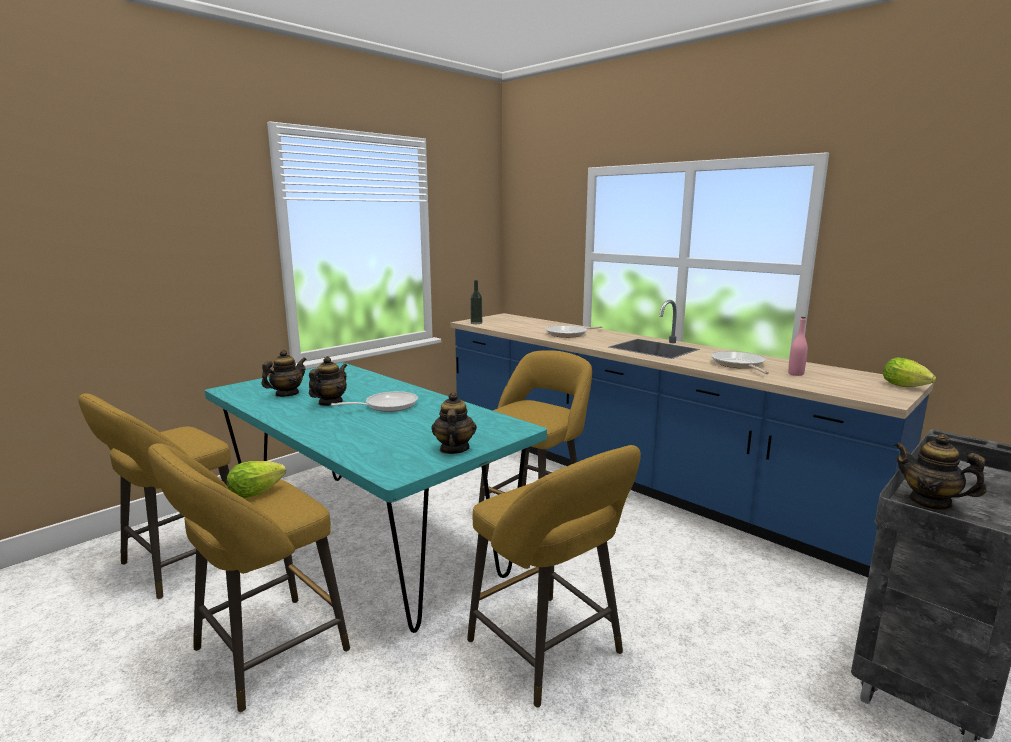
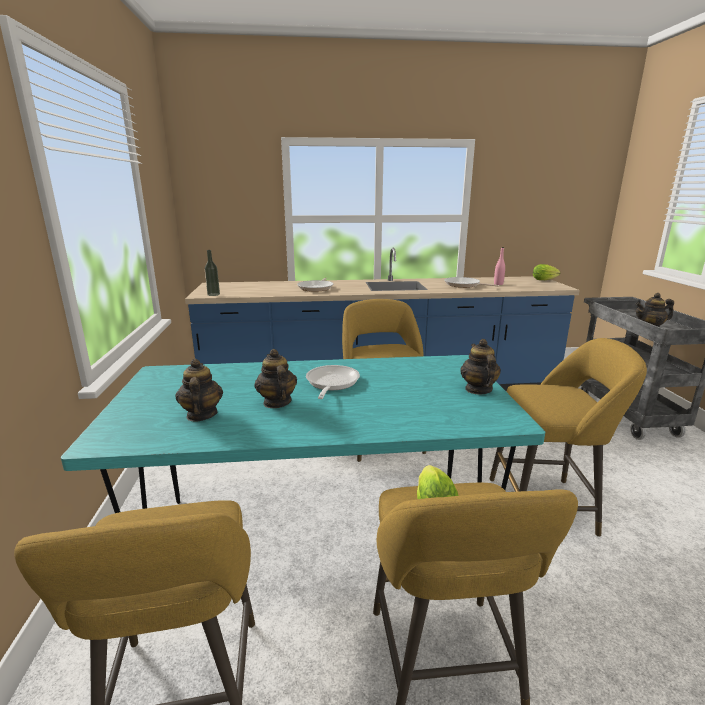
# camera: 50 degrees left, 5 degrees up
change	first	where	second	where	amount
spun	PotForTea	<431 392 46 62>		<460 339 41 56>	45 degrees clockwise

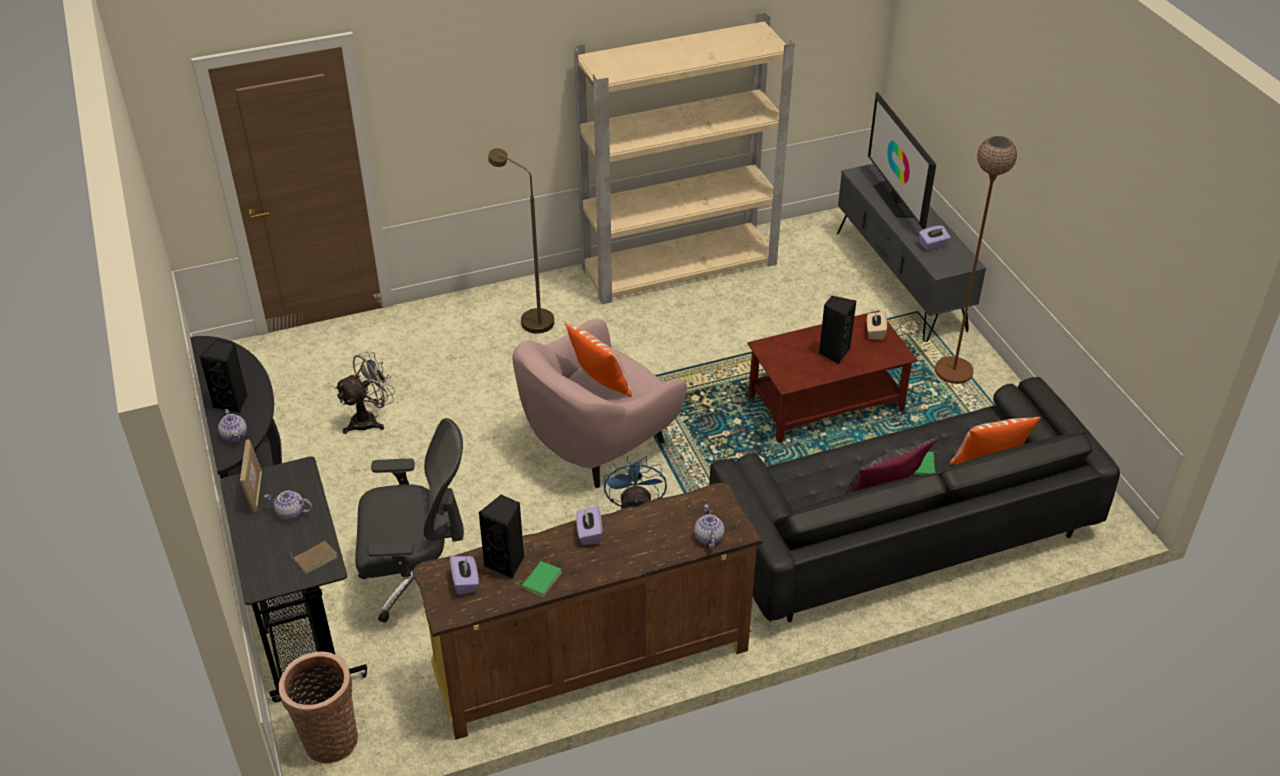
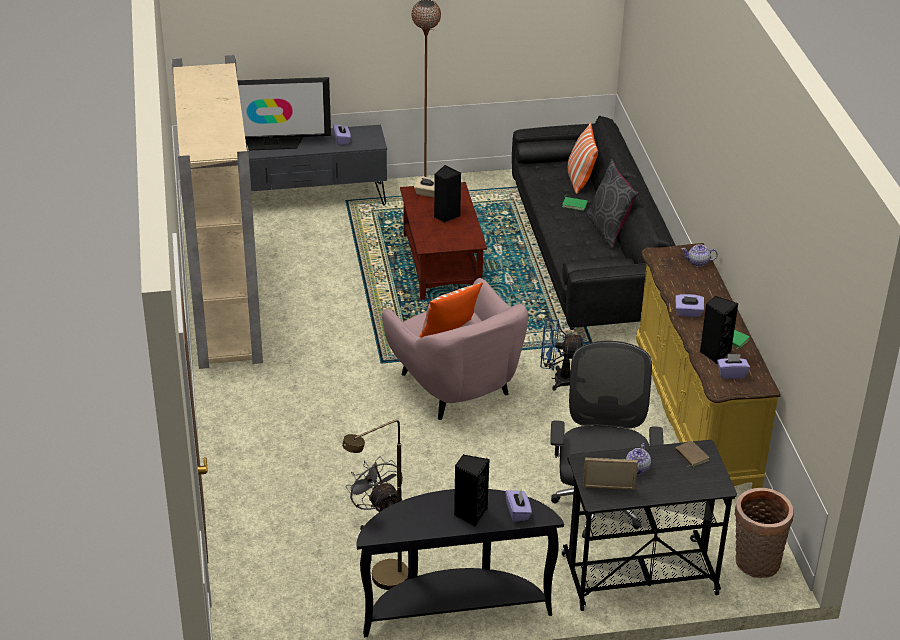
# camera: 80 degrees left, 5 degrees down
change	first	where	second	where	amount
relocated	BrownFloorLamp	<488 148 66 185>		<342 420 66 170>	
exchanged	PotForTea	<218 409 29 34>	PurpleColouredTissueBox	<505 490 27 32>	

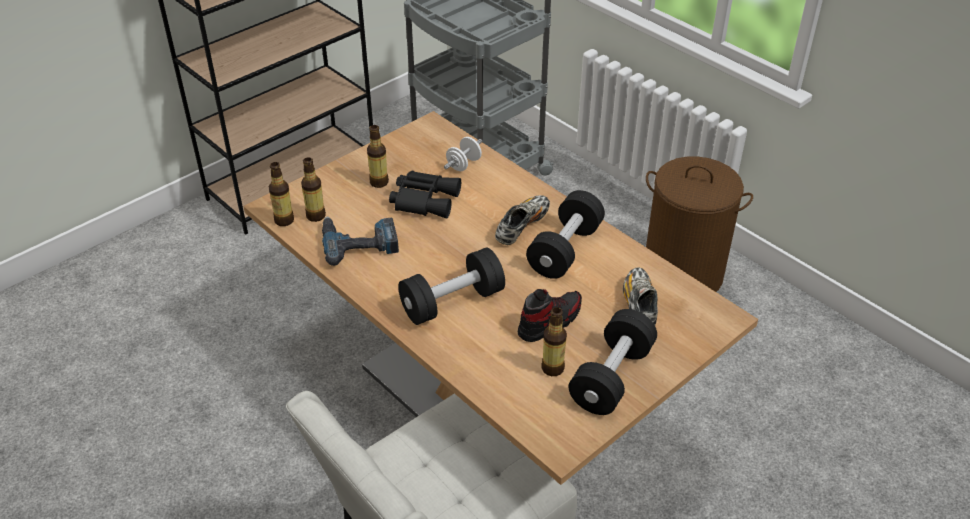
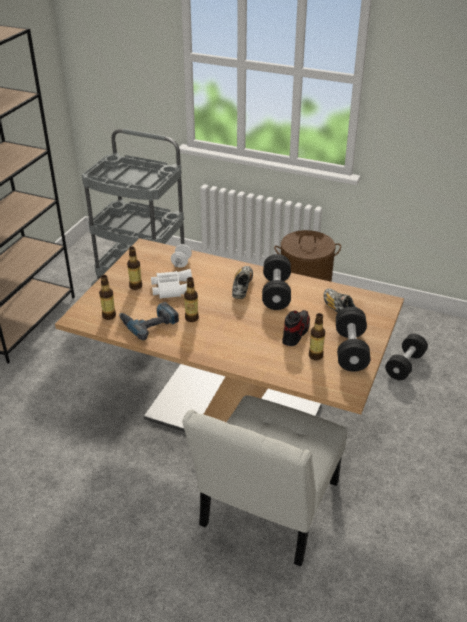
# camera: 25 degrees left, 5 degrees down
change	first	where	second	where	amount
relocated	BeverageBottle	<269 162 25 64>		<184 277 15 45>	
relocated	BlackishFreeWeight	<398 248 107 77>		<385 334 43 46>	
colour	BlackishPairOfBinoculars	<389 171 72 47>	WhitishPairOfBinoculars	<151 269 44 30>	

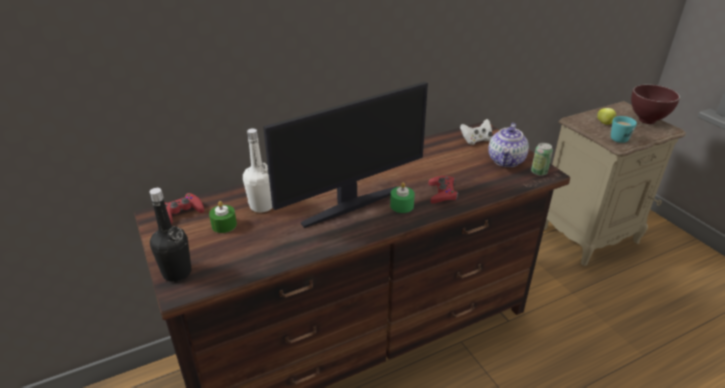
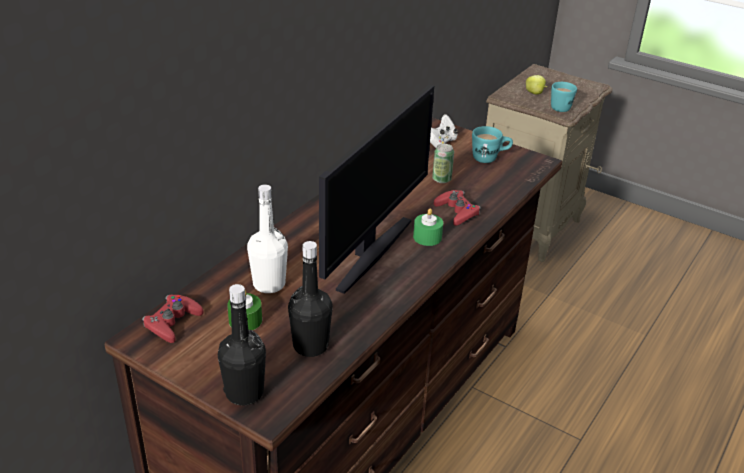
# camera: 30 degrees left, 0 degrees up
change	first	where	second	where	amount
missing	BrownBowl	<631 84 49 40>			
appeared			BlackishBeverageBottle	<288 241 45 116>	
relocated	Can	<531 143 22 33>		<432 144 22 39>	
exchanged	PotForTea	<488 123 41 44>	TurquoiseColouredMug	<472 126 41 37>	

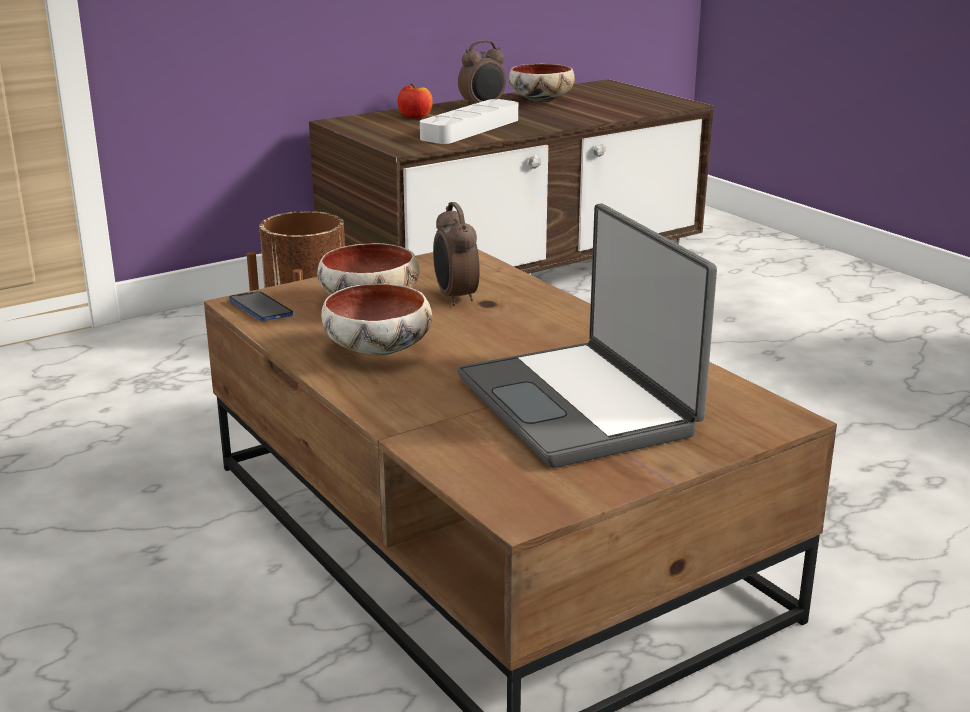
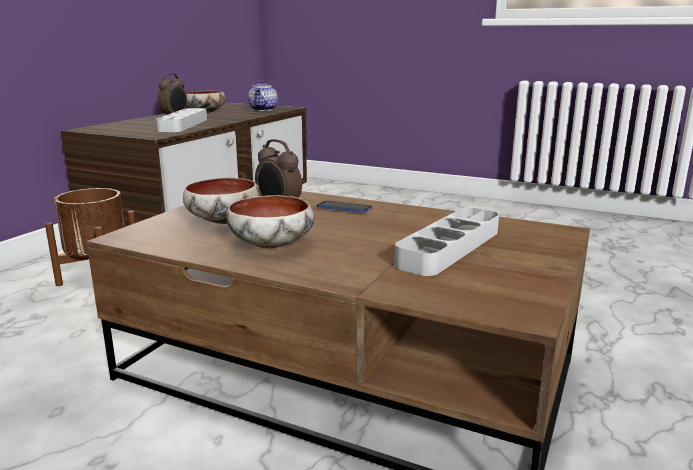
# camera: 30 degrees left, 5 degrees down
change	first	where	second	where	amount
missing	AppleFruit	<398 83 35 35>			
appeared			PotForTea	<248 80 30 31>	
relocated	Phone	<229 291 64 30>		<317 201 55 12>	
exchanged	Laptop	<458 203 259 265>	GreyishServingTray	<395 207 104 69>	

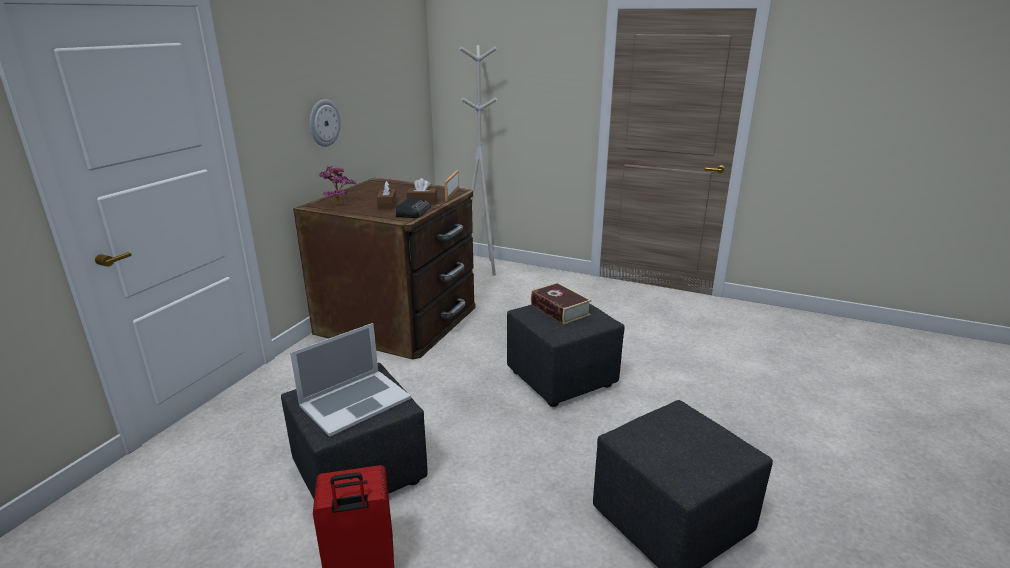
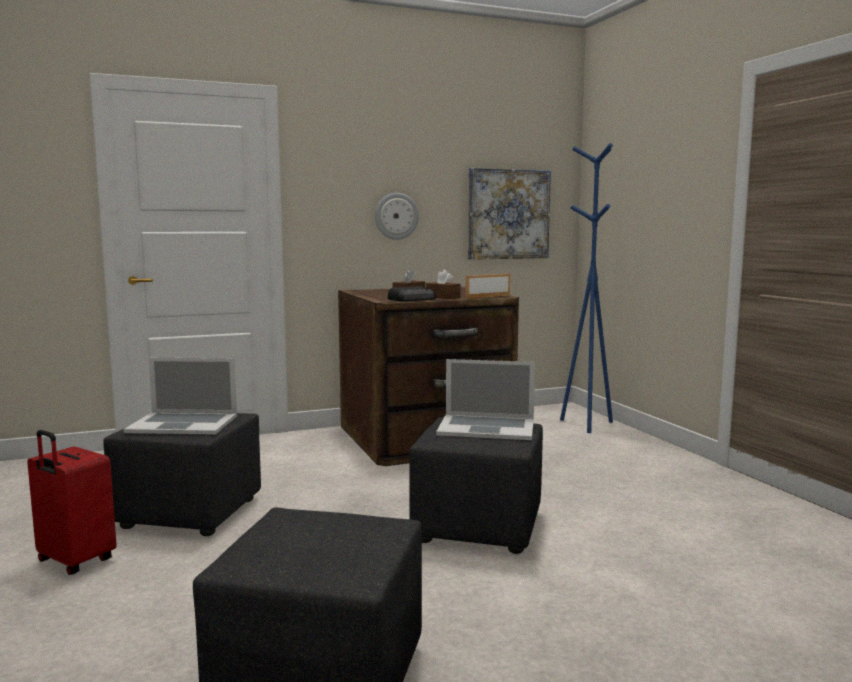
# camera: 45 degrees right, 15 degrees down
change	first	where	second	where	amount
missing	PlantInAPot	<319 166 37 40>			
appeared			WallPicture	<468 168 83 92>	
exchanged	Volume	<531 283 61 41>	Laptop	<436 359 99 81>	
colour	GreyishGarmentStand	<459 45 38 231>	BlueColouredGarmentStand	<560 143 53 290>	

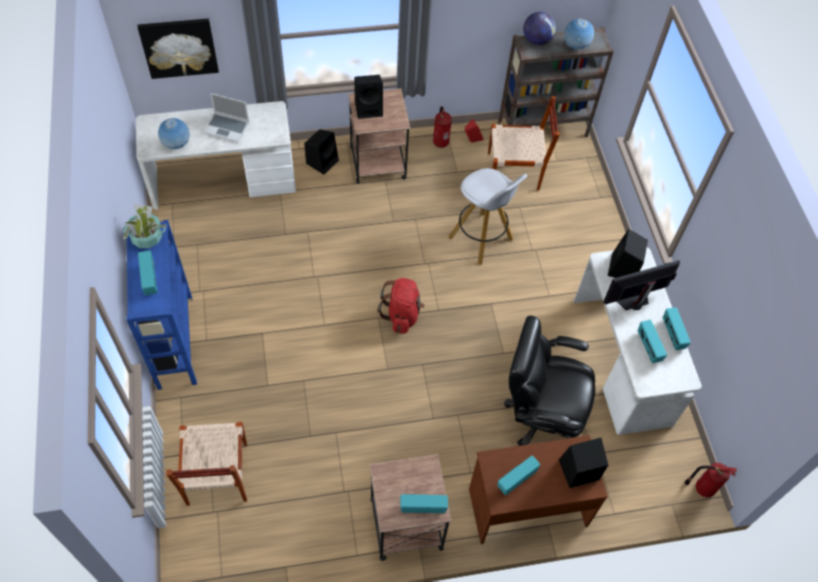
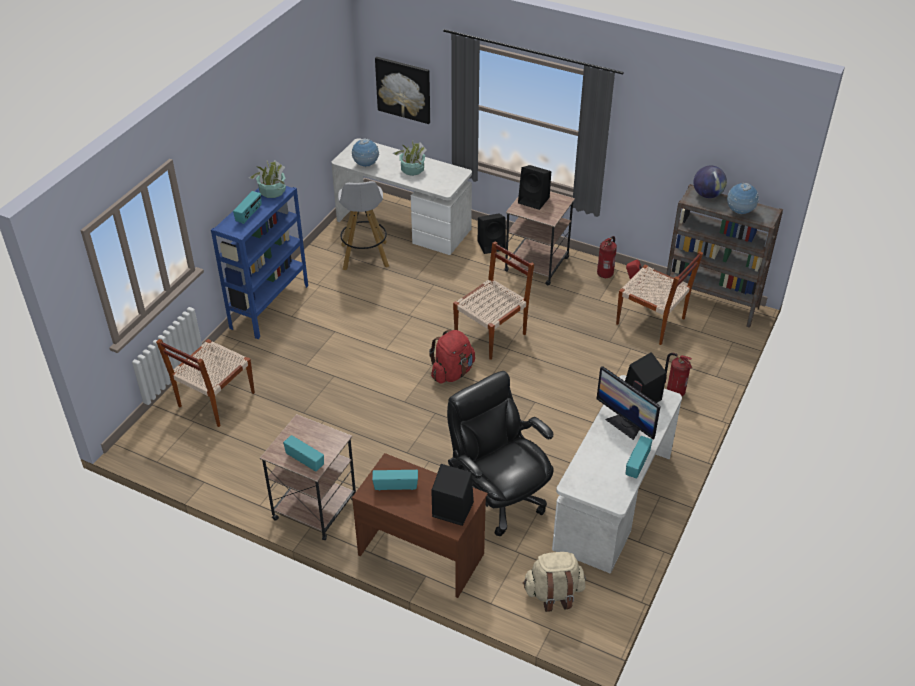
# camera: 40 degrees right, 15 degrees down
change	first	where	second	where	amount
missing	Radio	<638 320 29 43>			
appeared			PlainChair	<453 242 81 118>	
appeared			BeigeKnapsack	<523 552 63 60>	
relocated	WhitishStool	<449 168 78 97>		<338 181 51 89>	
relocated	FireFightingCylinder	<684 463 53 34>		<665 353 27 43>	
exchanged	Laptop	<203 93 46 49>	PlantInAPot	<392 141 35 35>	
spun	ComputerScreen	<603 260 77 50>		<596 367 65 73>	150 degrees counterclockwise

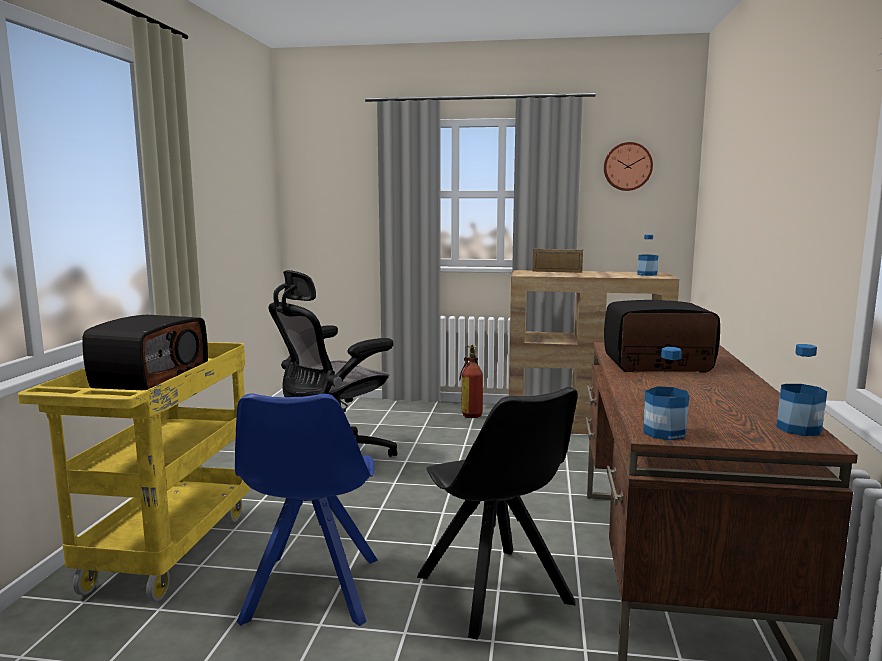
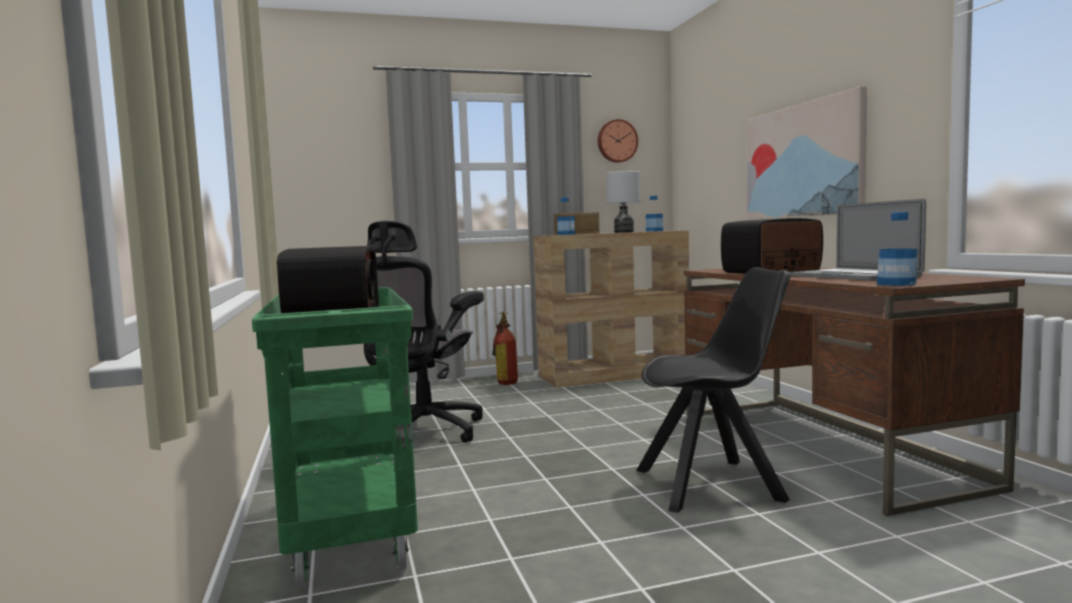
# camera: 25 degrees left, 5 degrees down
change	first	where	second	where	amount
missing	BlueColouredPlainChair	<235 393 143 233>			
appeared			GreyishTableLamp	<606 171 35 62>	
appeared			WallPicture	<747 86 120 133>	
appeared			Laptop	<790 199 136 82>	
relocated	BeverageBottle	<776 344 51 92>		<557 197 18 38>	
colour	YellowWheeledCart	<18 342 232 260>	GreenishWheeledCart	<252 287 166 302>	
spun	BlackishPlainChair	<417 387 161 253>		<636 267 155 246>	45 degrees counterclockwise

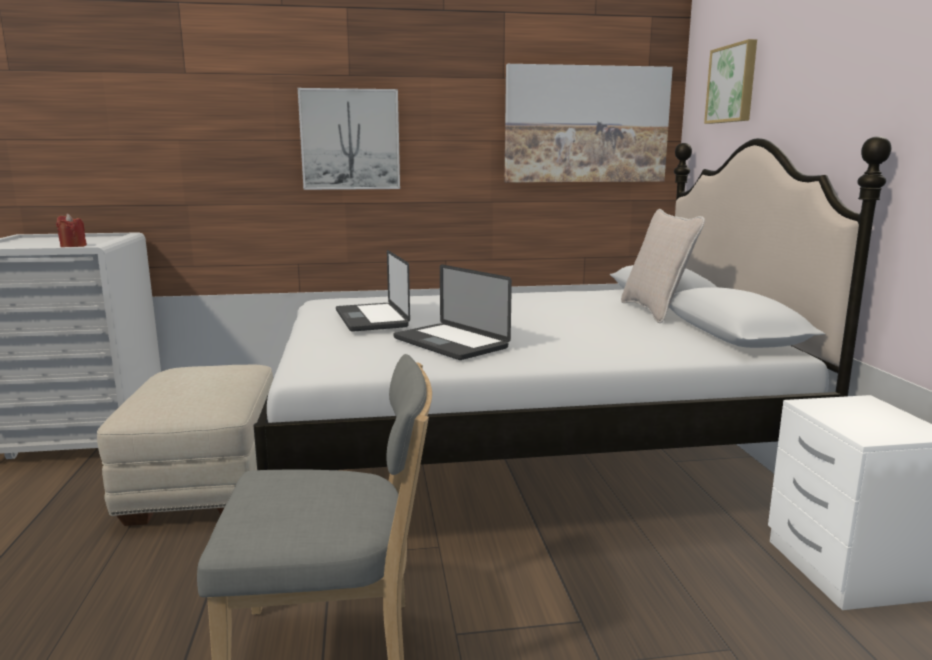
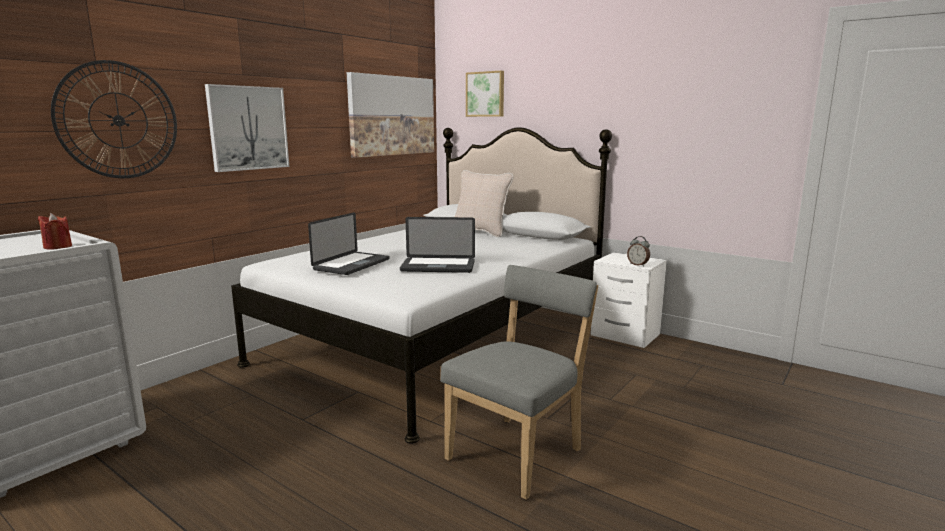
# camera: 45 degrees left, 0 degrees up
change	first	where	second	where	amount
missing	BeigeOttoman	<97 365 176 161>			
appeared			HangingClock	<51 60 126 118>	
appeared			AlarmClock	<627 236 23 31>	
spun	Laptop	<336 250 74 82>		<308 212 81 63>	90 degrees counterclockwise

